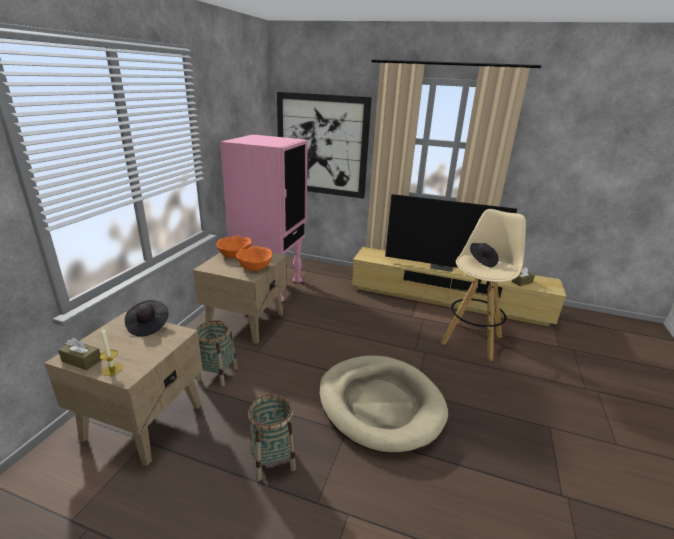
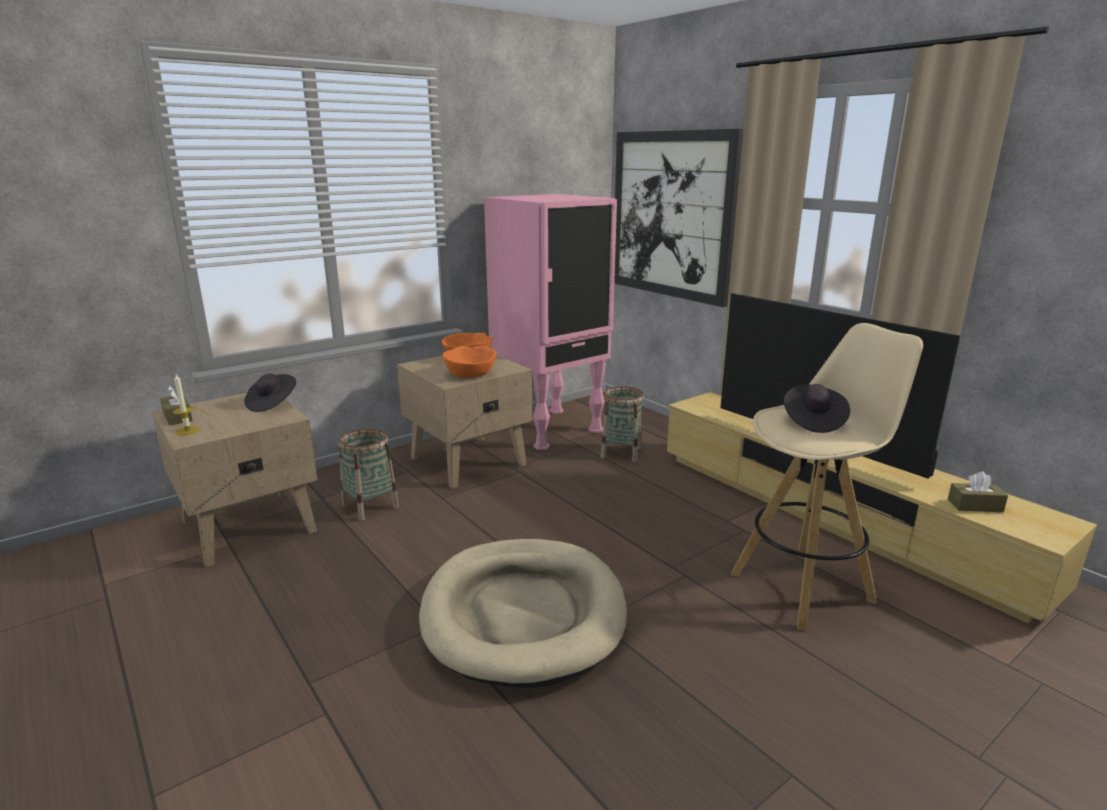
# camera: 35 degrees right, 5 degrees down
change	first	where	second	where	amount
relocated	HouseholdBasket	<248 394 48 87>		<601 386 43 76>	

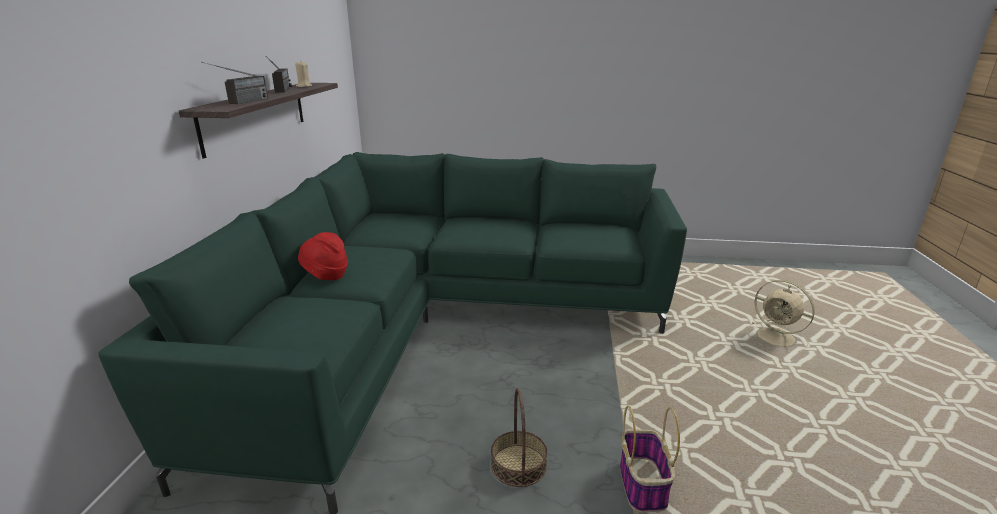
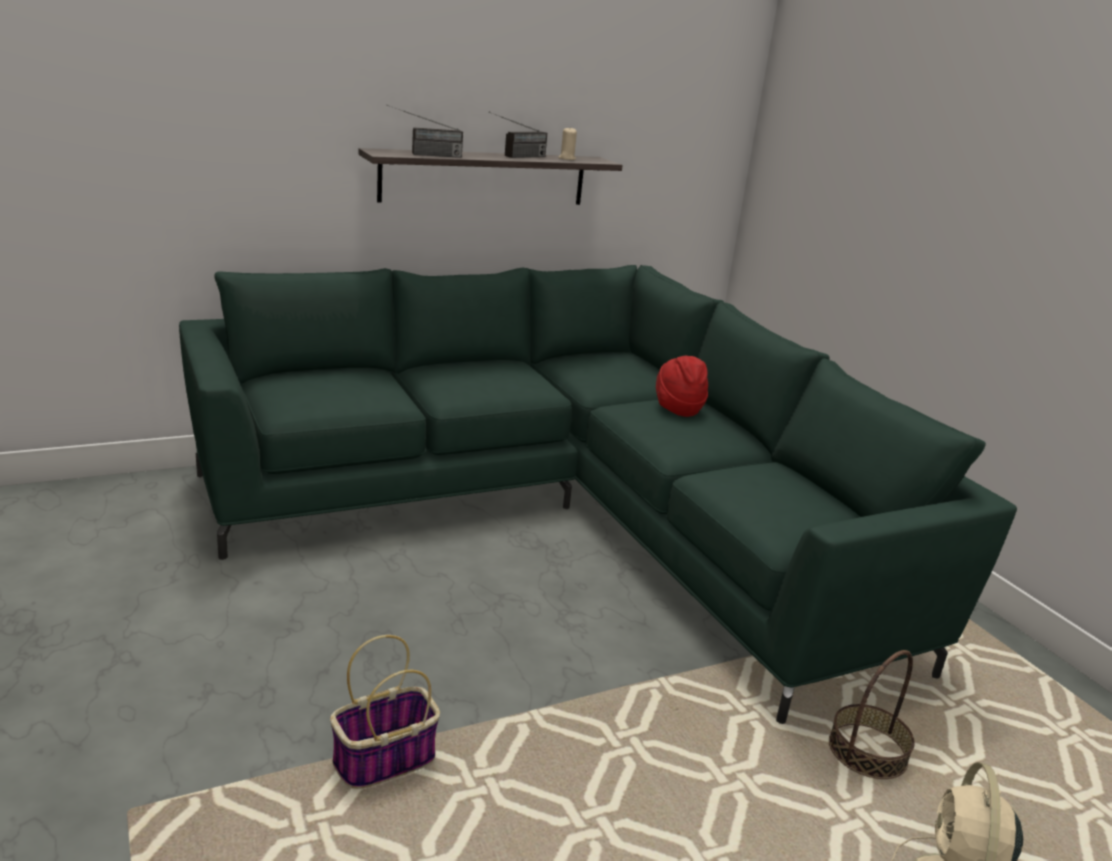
# camera: 55 degrees right, 0 degrees up
change	first	where	second	where	amount
relocated	ReddishWearableHat	<298 232 50 48>		<656 356 52 61>	
relocated	HouseholdBasket	<491 388 56 99>		<829 650 86 129>	

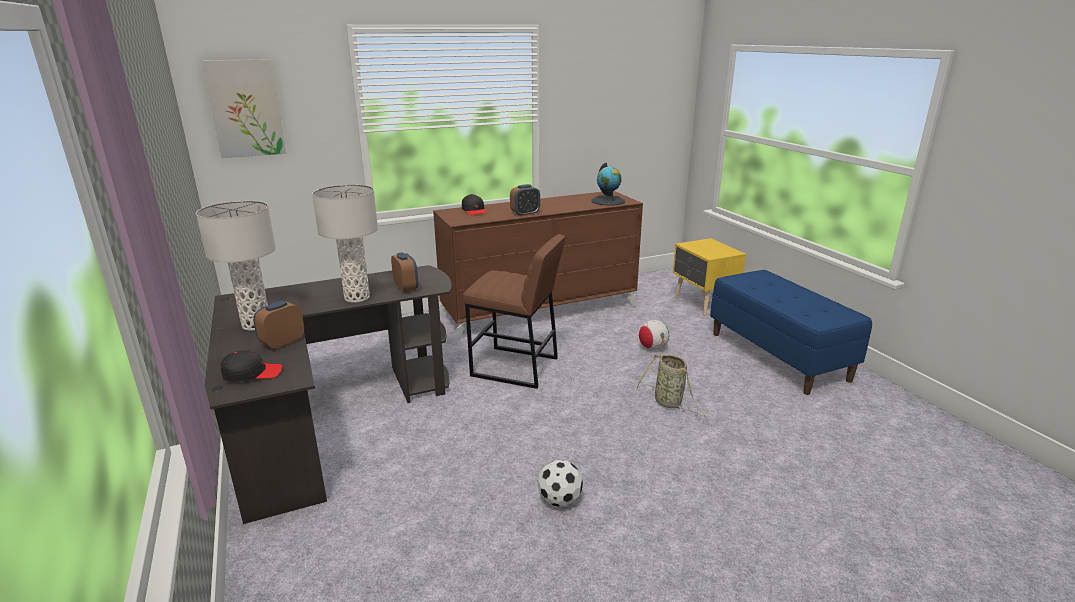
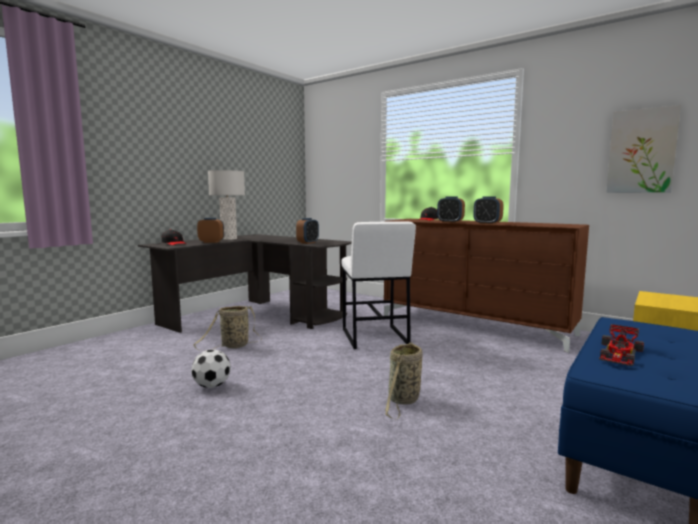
# camera: 60 degrees right, 15 degrees down
change	first	where	second	where	amount
missing	WhitishTableLamp	<312 184 66 119>			
missing	DeskGlobe	<591 163 34 43>			
missing	FootballBall	<639 320 30 30>			
appeared			HouseholdBasket	<194 306 68 45>	
appeared			AlarmClock	<473 196 31 28>	
appeared			ToyCar	<599 324 45 42>	
relocated	WallPicture	<201 59 85 99>		<606 105 75 88>	
colour	BrownStool	<463 234 103 155>	WhitishStool	<341 222 75 127>	

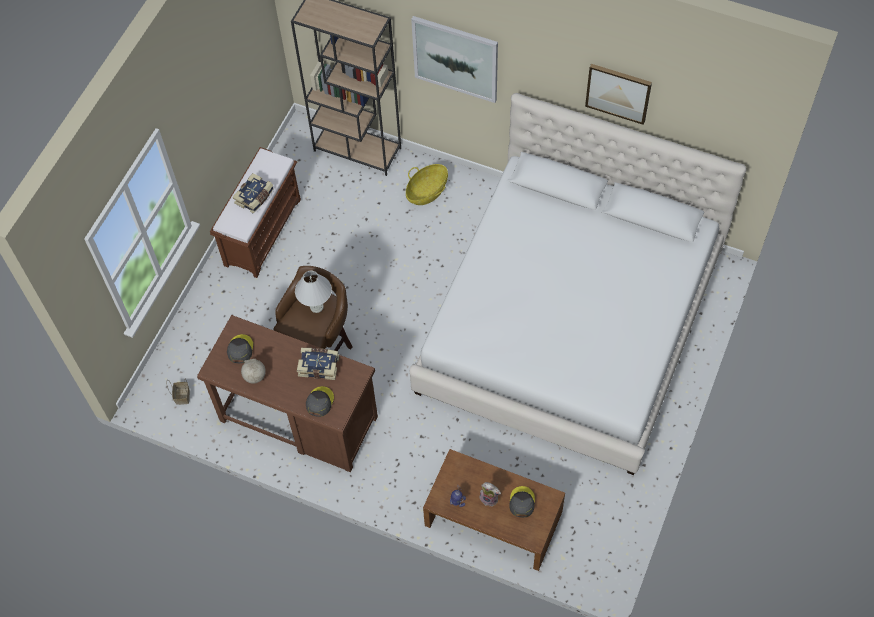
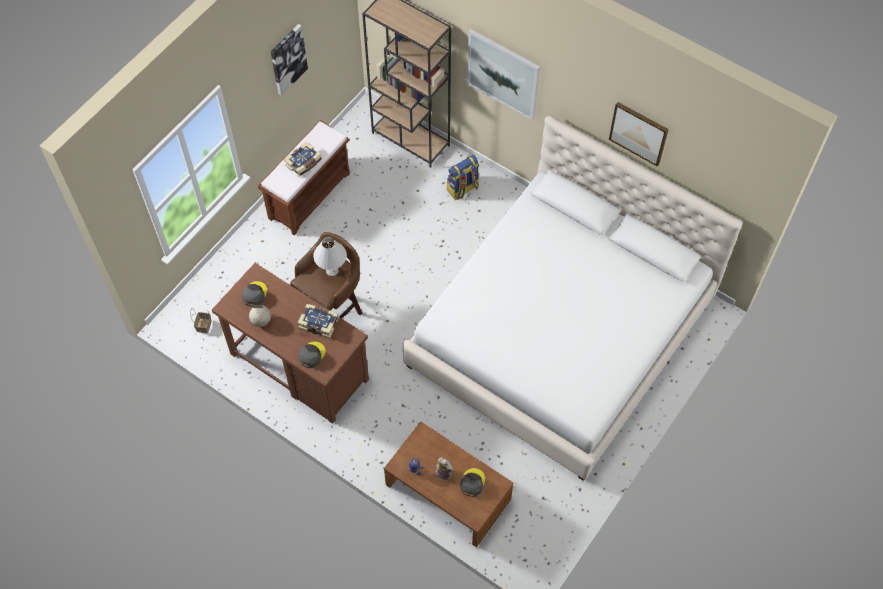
# camera: 10 degrees right, 0 degrees up
change	first	where	second	where	amount
appeared			WallPicture	<271 24 37 72>	
exchanged	HouseholdBasket	<406 164 42 41>	Knapsack	<447 155 32 45>	

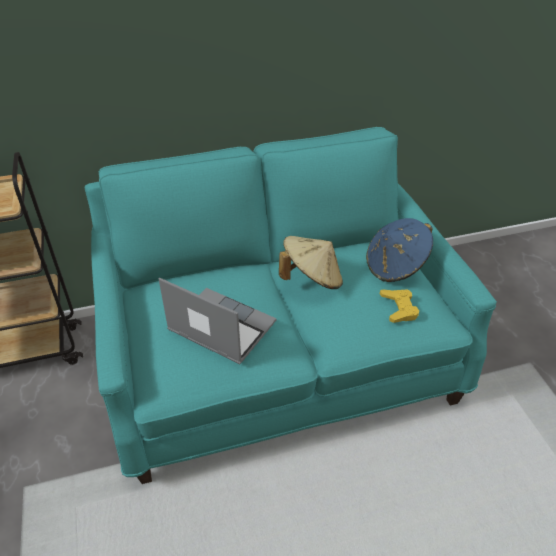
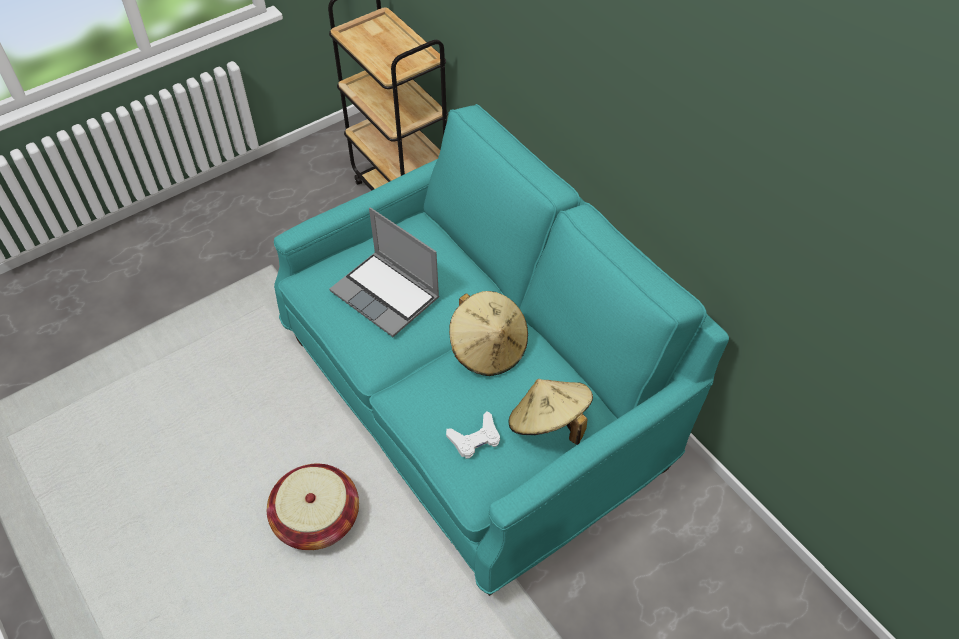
# camera: 70 degrees right, 10 degrees up
change	first	where	second	where	amount
appeared			HouseholdBasket	<267 464 92 86>	
colour	BlueColouredWearableHat	<366 218 67 64>	BeigeWearableHat	<509 379 84 66>	
colour	YellowGameController	<380 289 39 34>	WhitishGameController	<446 411 54 48>	
spun	Laptop	<159 277 117 87>		<330 207 110 130>	120 degrees clockwise

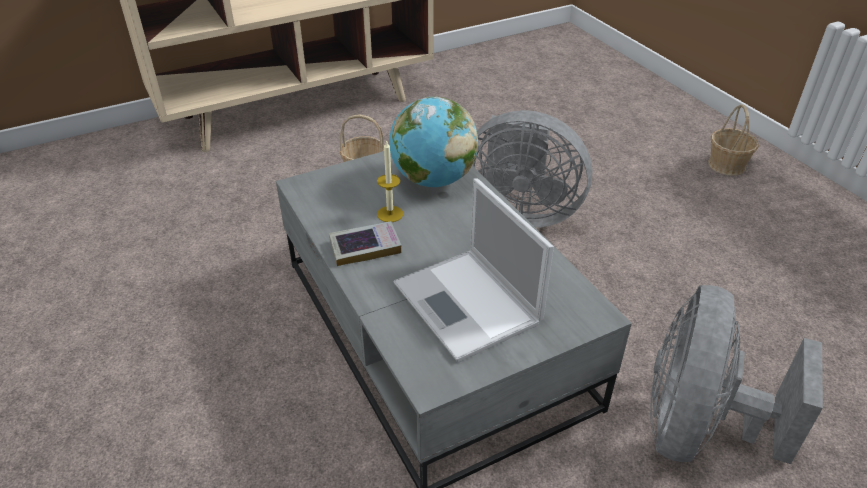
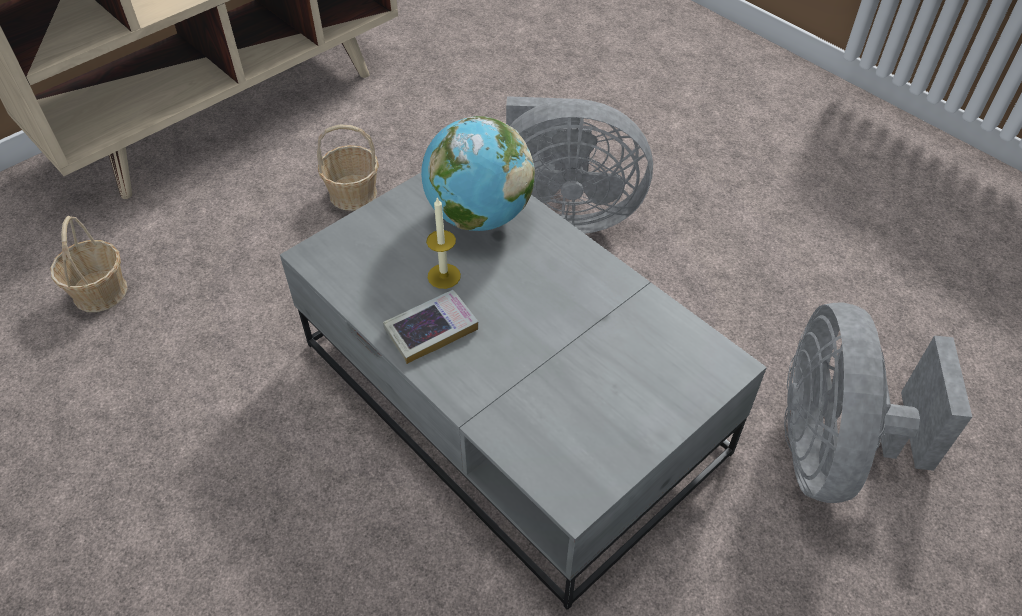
# camera: 15 degrees left, 10 degrees up
change	first	where	second	where	amount
missing	Laptop	<393 178 161 184>			
relocated	HouseholdBasket	<708 104 51 72>		<51 216 77 96>	

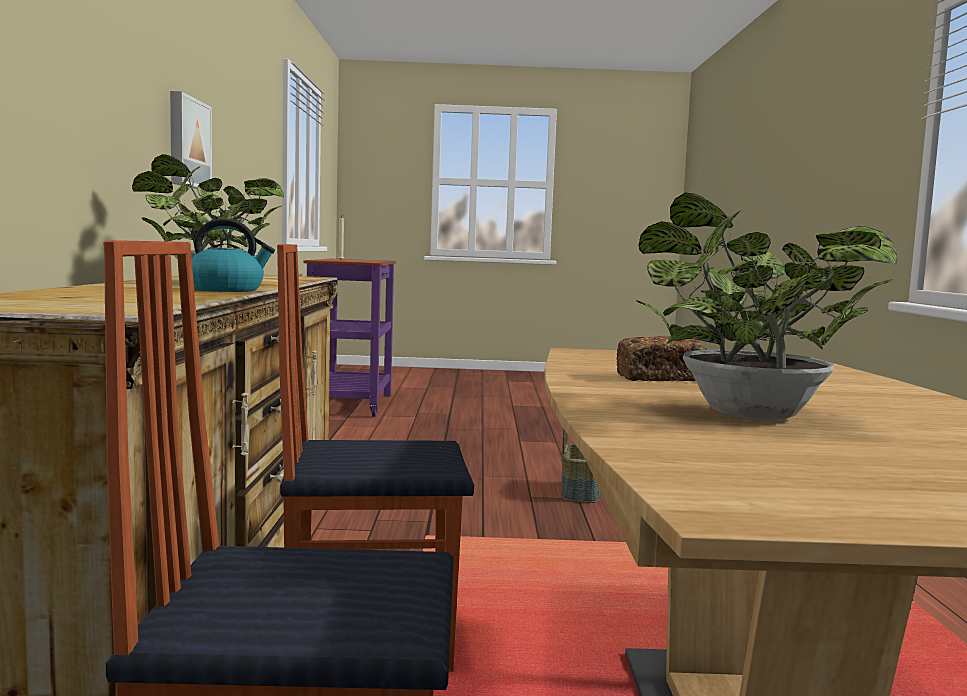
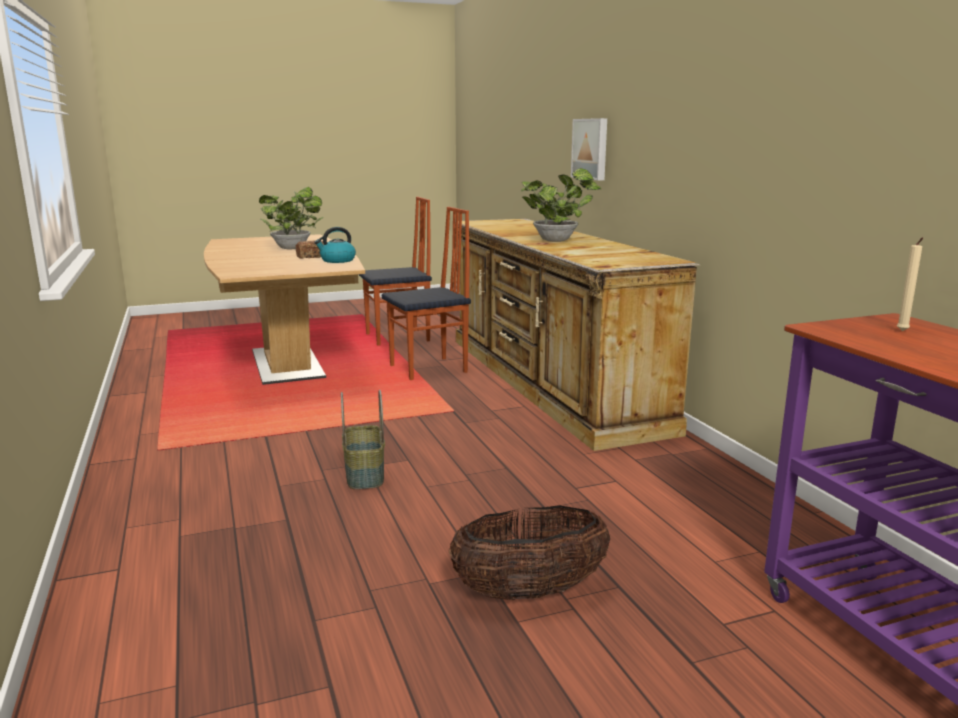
# camera: 160 degrees right, 10 degrees up
change	first	where	second	where	amount
appeared			HouseholdBasket	<449 505 161 95>	
relocated	WallPicture	<170 91 42 98>		<571 118 36 63>	
relocated	TeaKettle	<192 219 83 73>		<314 227 42 36>	

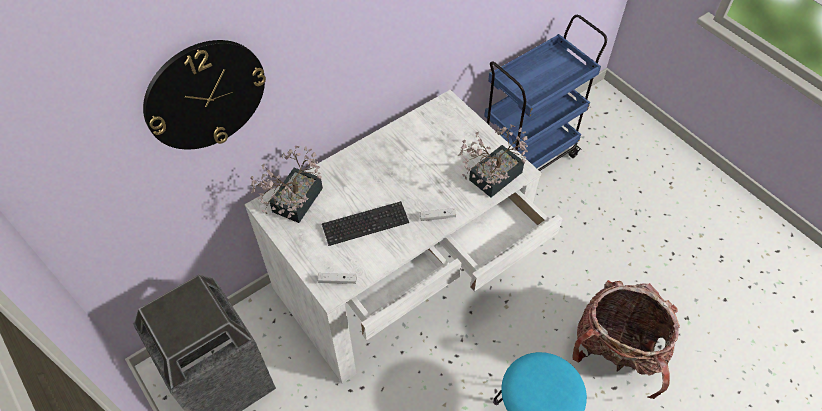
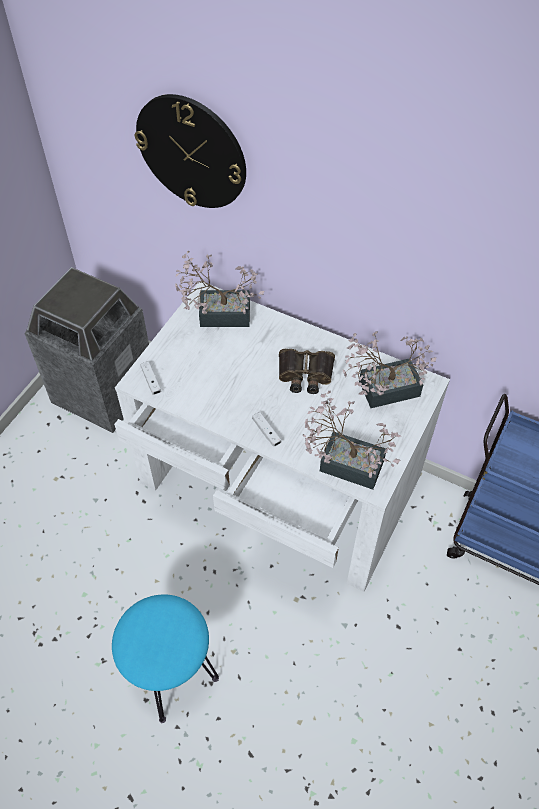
# camera: 65 degrees right, 0 degrees up
change	first	where	second	where	amount
missing	PcKeyboard	<322 201 87 45>			
missing	Knapsack	<573 280 107 119>			
appeared			PairOfBinoculars	<279 349 56 45>	
appeared			PlantInAPot	<343 331 93 77>	

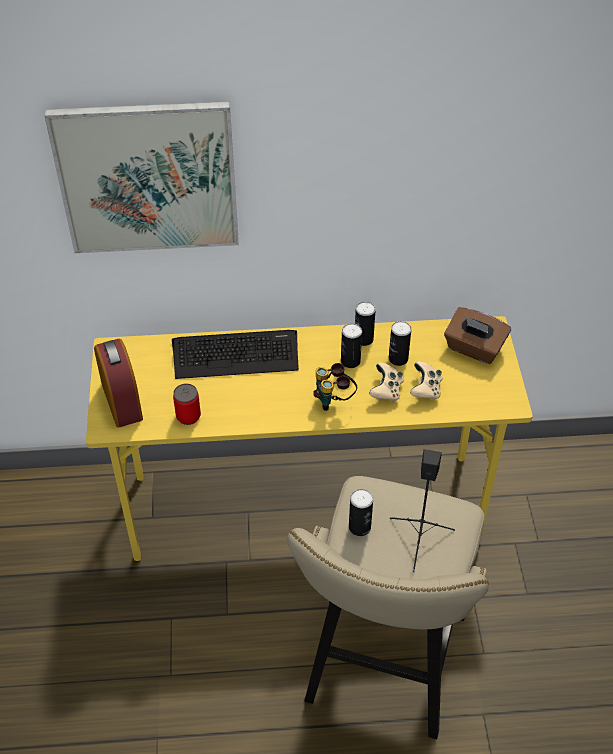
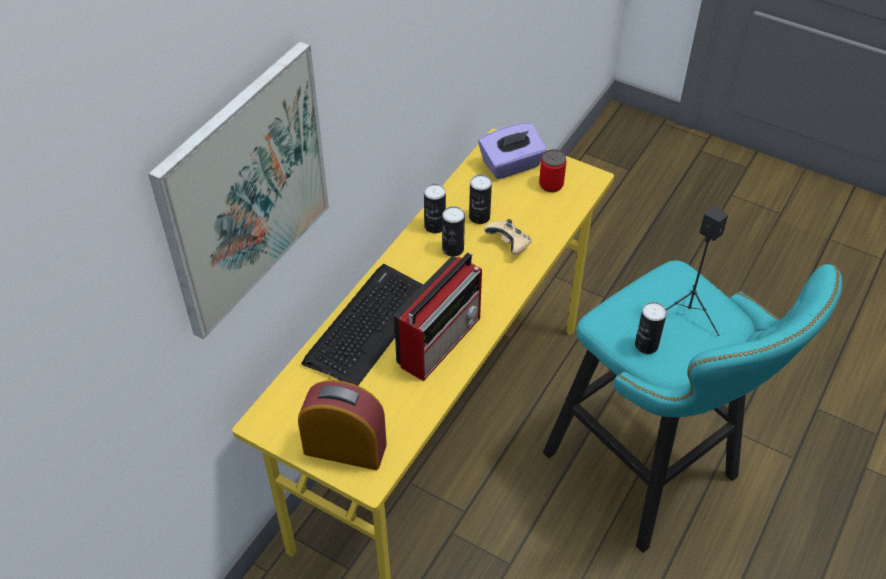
# camera: 55 degrees left, 0 degrees up
change	first	where	second	where	amount
missing	PairOfBinoculars	<313 363 44 48>			
missing	BeigeGameController	<410 361 33 39>			
appeared			Radio	<394 252 88 129>	
relocated	Can	<173 384 28 41>		<539 149 27 43>	
colour	BeigeStool	<287 476 202 264>	TurquoiseColouredStool	<543 260 299 293>	
colour	BrownTissueBox	<444 307 67 57>	PurpleColouredTissueBox	<478 123 69 56>	

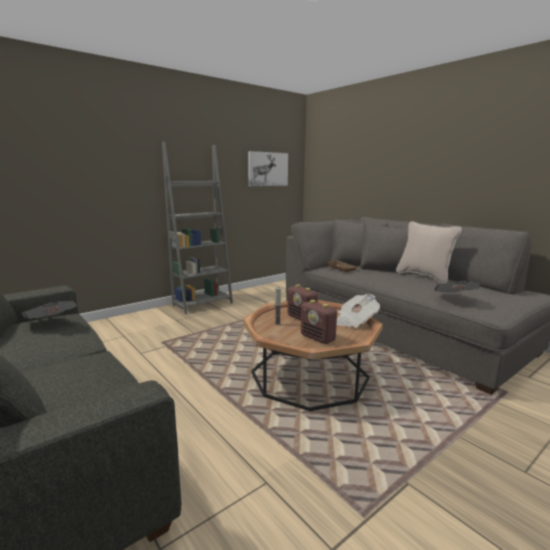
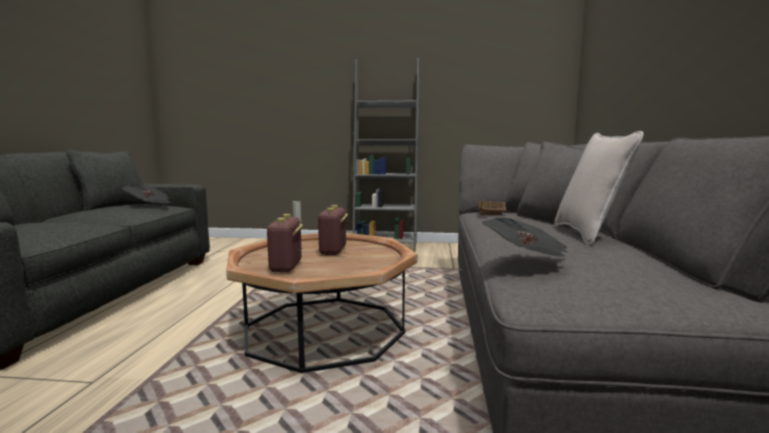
# camera: 45 degrees right, 5 degrees down
change	first	where	second	where	amount
missing	WallPicture	<248 151 40 35>			
missing	DailyPaper	<337 294 43 34>			

